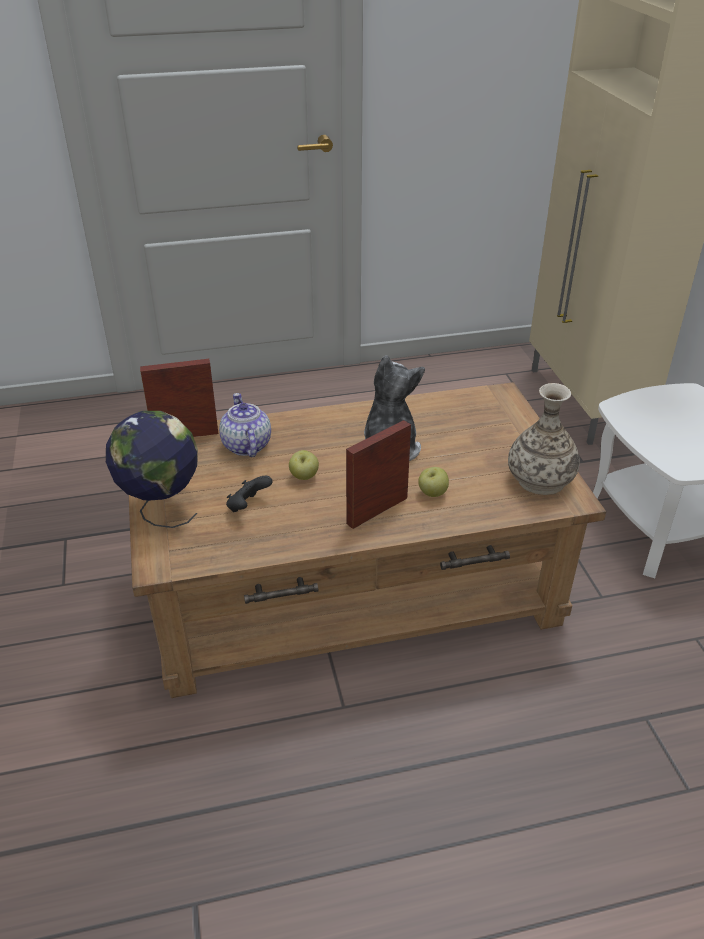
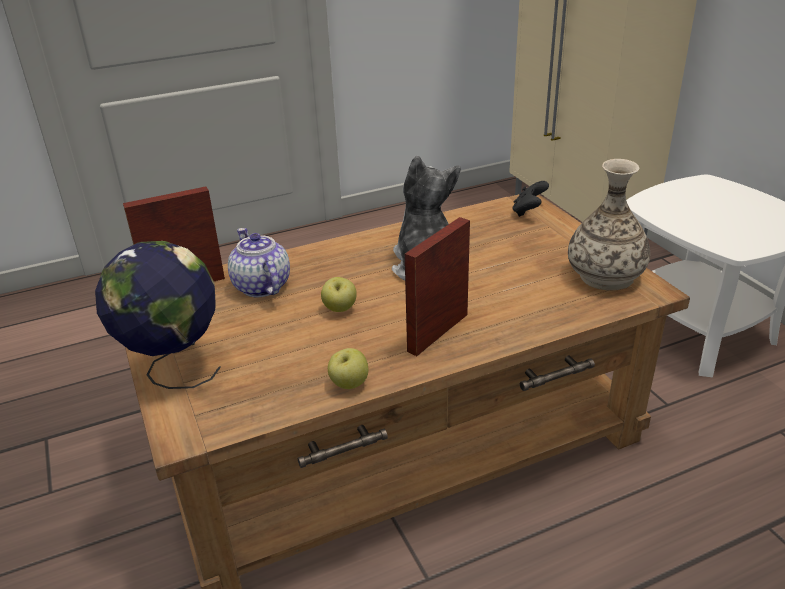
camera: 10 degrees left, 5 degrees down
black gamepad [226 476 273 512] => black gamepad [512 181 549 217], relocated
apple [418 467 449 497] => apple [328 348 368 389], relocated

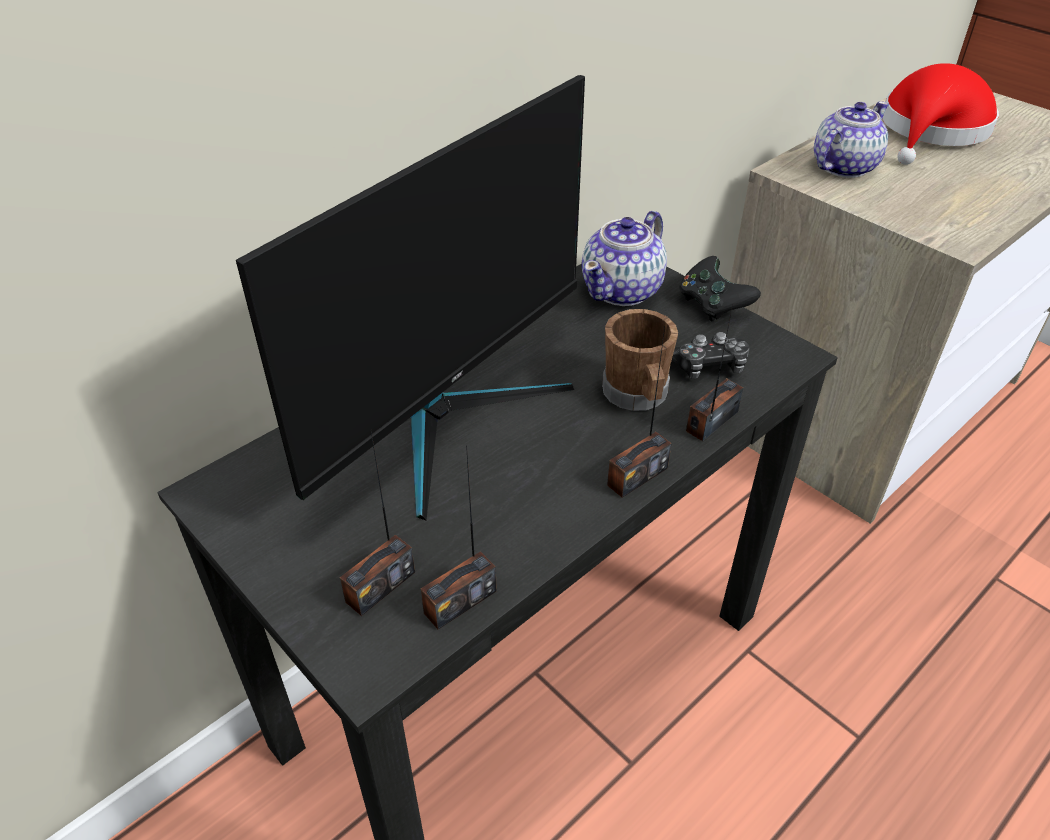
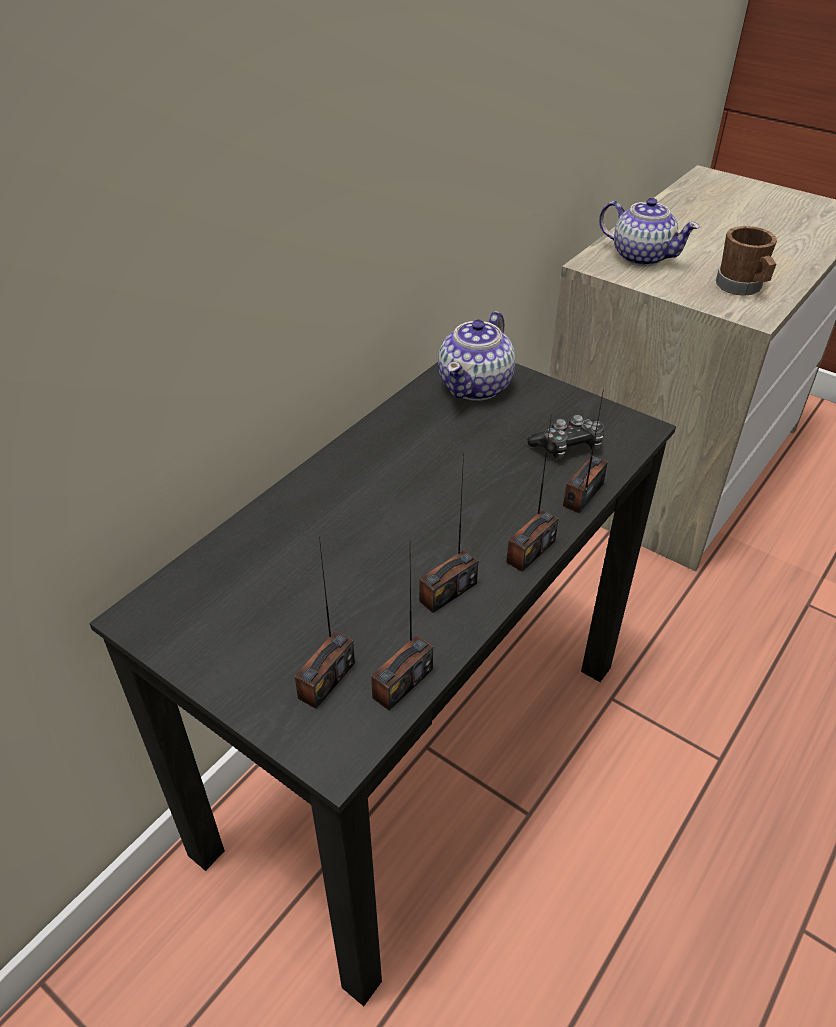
camera: 10 degrees left, 0 degrees up
computer display [236 75 585 521] => nothing
brown-coloured mug [602 309 678 411] => brown-coloured mug [716 226 777 296], relocated
black gamepad [679 256 761 322] => nothing
pot for tea [814 101 889 178] => pot for tea [599 198 700 266], 90 degrees clockwise
reddish hat [882 63 999 165] => nothing
nothing => radio [419 454 478 613]

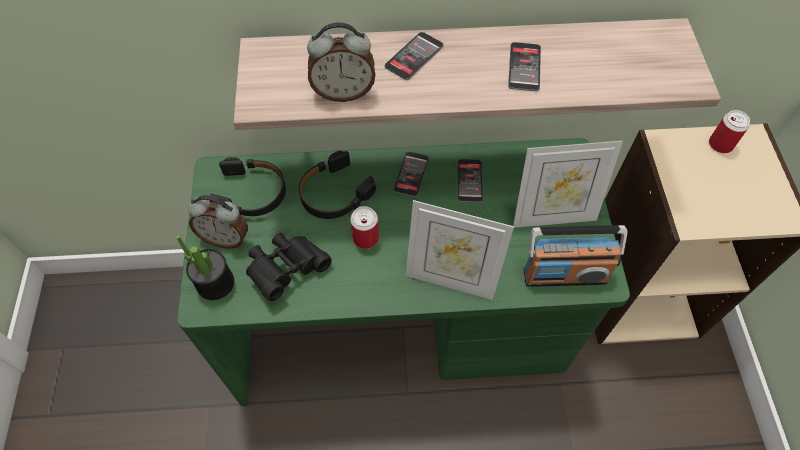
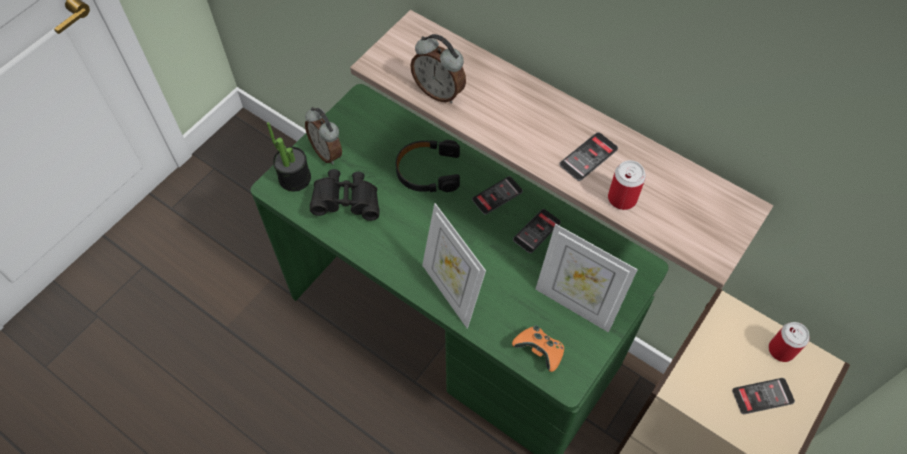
camera: 40 degrees right, 0 degrees up
black headset [210 157 286 216] => nothing
metal can [350 206 379 249] => metal can [608 160 646 210], relocated
handset [385 32 444 80] => handset [732 378 795 414], relocated
radio [524 225 628 287] => orange-coloured gamepad [512 325 564 372]

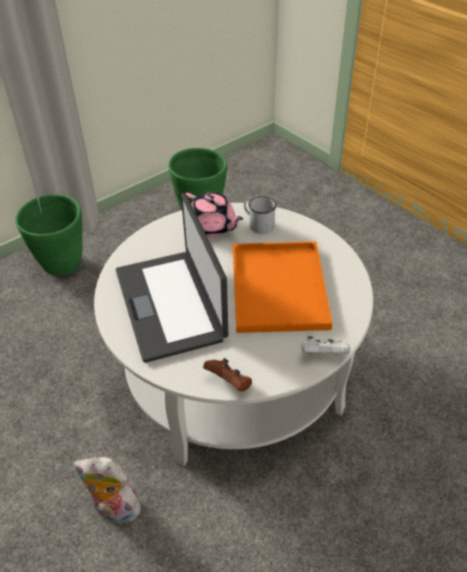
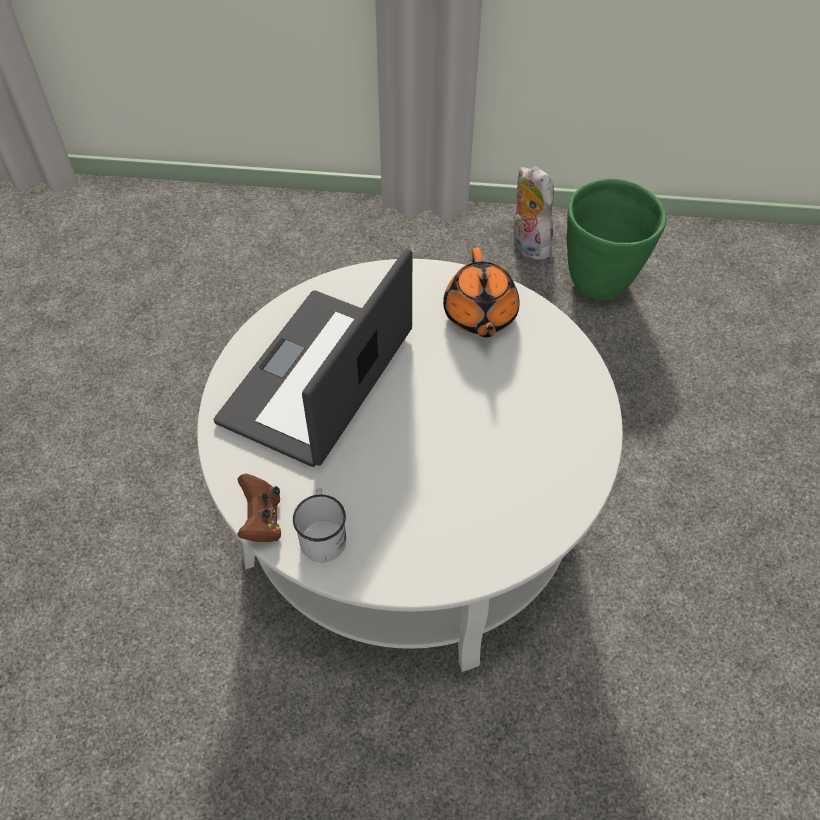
camera: 45 degrees right, 10 degrees up
greenish flower pot [15 195 82 276] => nothing
plush toy [74 457 141 524] => plush toy [514 166 555 260], relocated
pinkish pot for tea [186 192 243 237] => orange-coloured pot for tea [443 248 520 337]
orange-coloured serving tray [233 241 333 333] => nothing
whitish mug [244 196 276 234] => whitish mug [293 488 346 562], relocated
whitish gamepad [301 336 351 356] => nothing

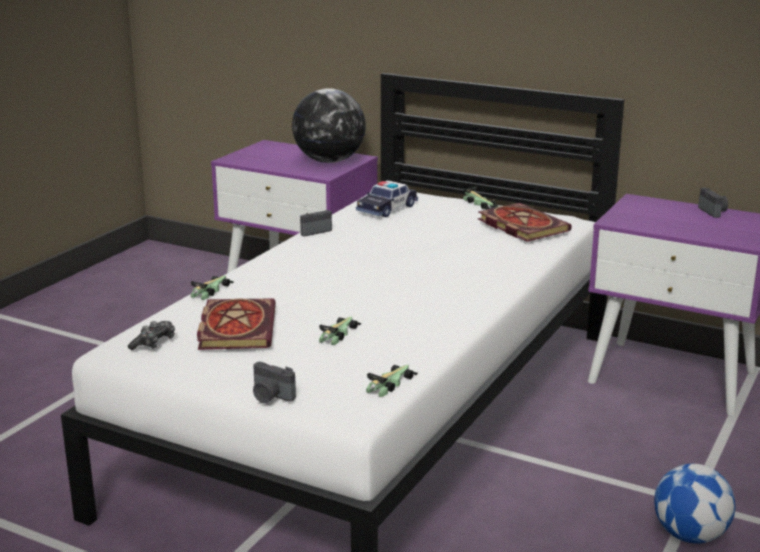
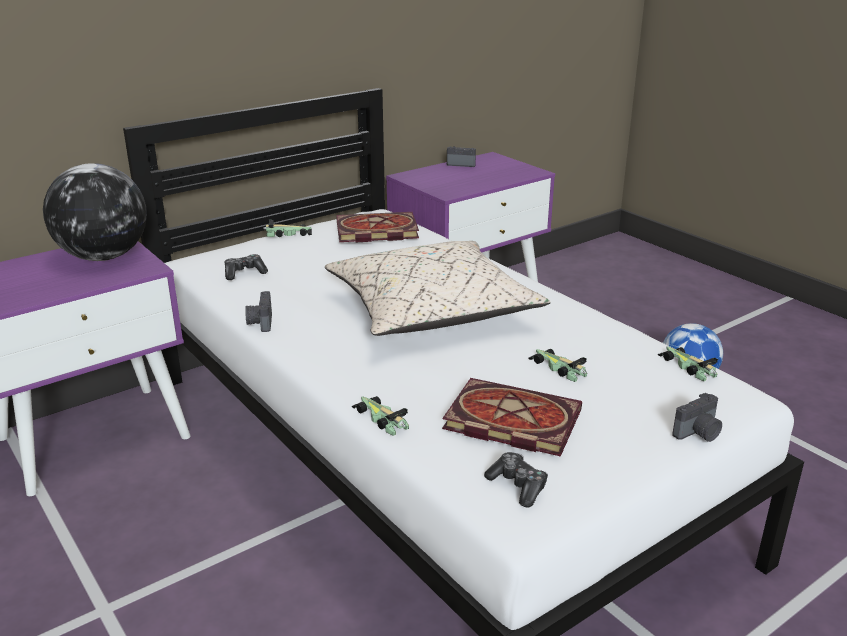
camera: 65 degrees left, 5 degrees up
miniature car [356 180 418 217] => gamepad [224 254 268 280]
nothing => beige-coloured pillow [325 241 550 336]

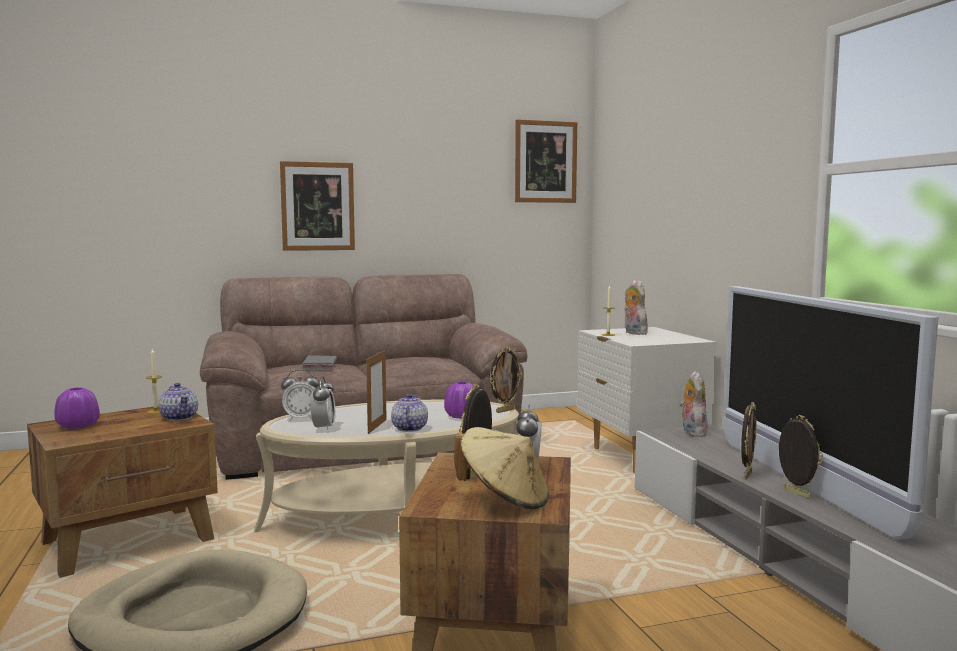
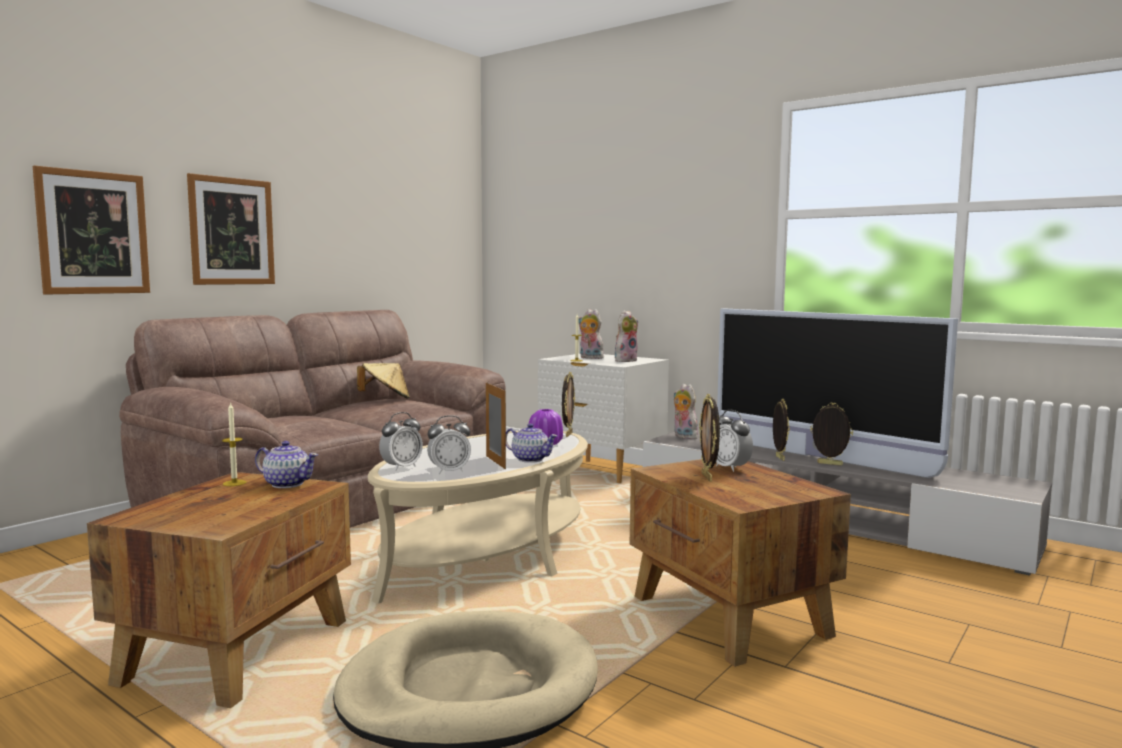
camera: 35 degrees left, 0 degrees up
purple vase [54 387 100 429] => nothing
gray book [302 355 337 369] => nothing
bedside clock [310 377 335 431] => bedside clock [427 415 471 474], 105 degrees clockwise
pot for tea [391 393 428 432] => pot for tea [506 423 558 463], 150 degrees clockwise
beige-coloured hat [454 427 549 510] => beige-coloured hat [357 363 409 399], relocated
wall art [515 119 577 203] => wall art [33 165 150 295], relocated
nothing => plush toy [615 311 638 362]

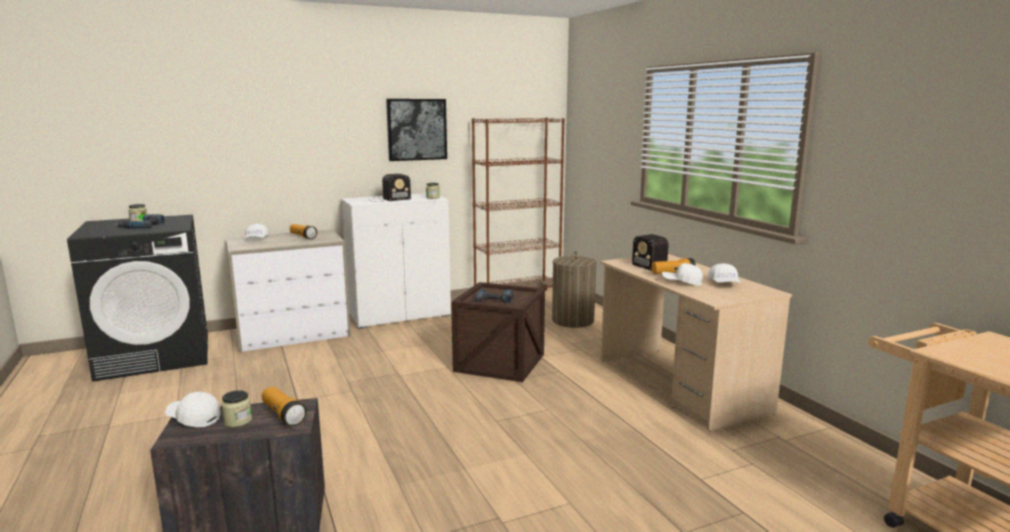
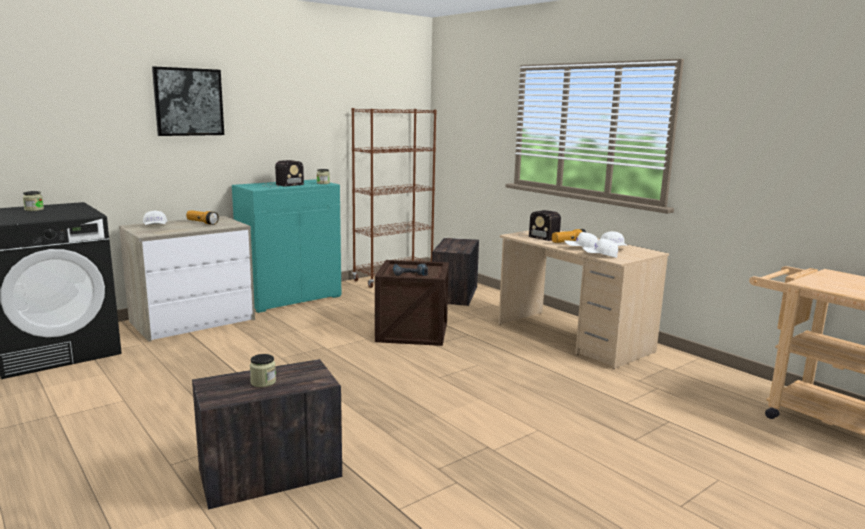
camera: 15 degrees left, 0 degrees up
electric drill [115 214 165 229] => nothing
whitish baseball cap [165 392 221 427] => whitish baseball cap [582 239 618 258], relocated
flashlight [262 387 307 426] => nothing
whitish storage cabinet [341 193 451 329] => blue-green storage cabinet [232 179 341 313]
wall art [386 99 447 161] => wall art [152 66 224 136], relocated
washing basket [552 251 597 328] => crate [432 238 479 306]

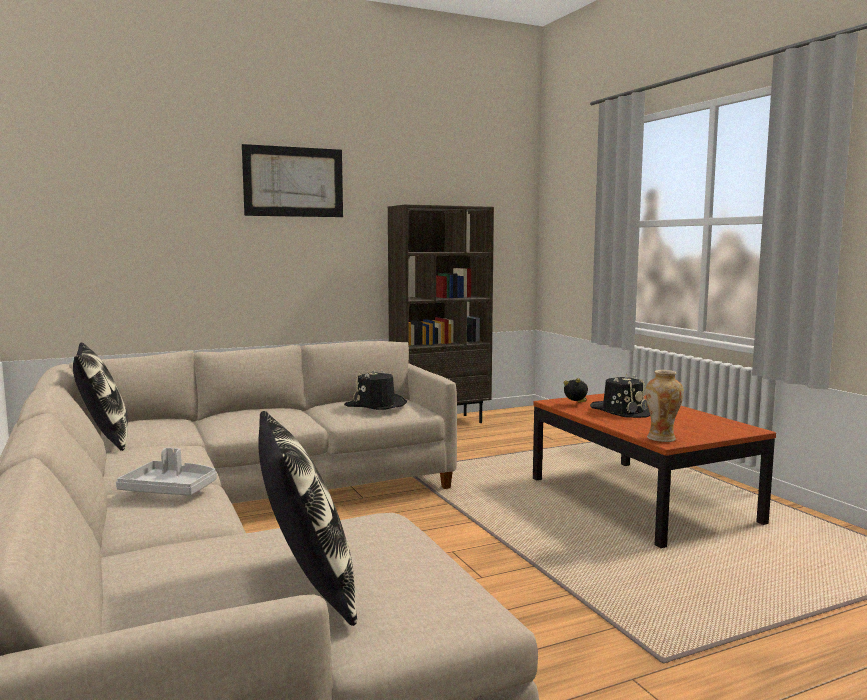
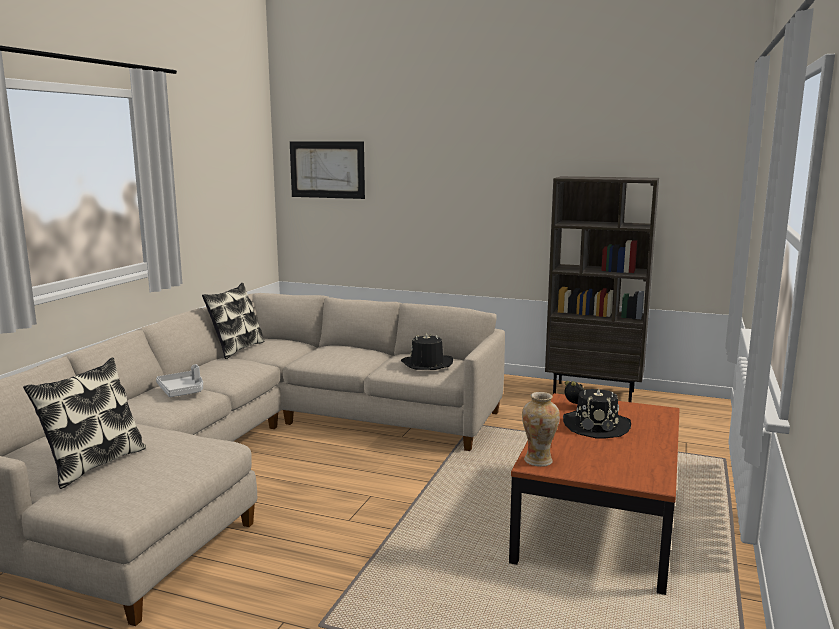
camera: 45 degrees right, 5 degrees up
wall art [242 144 343 217] => wall art [290 141 365 199], relocated

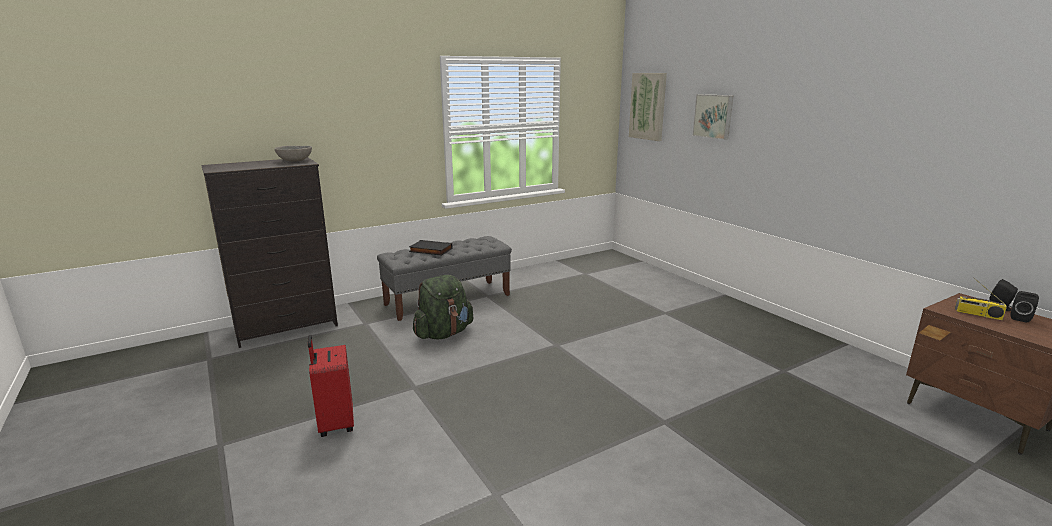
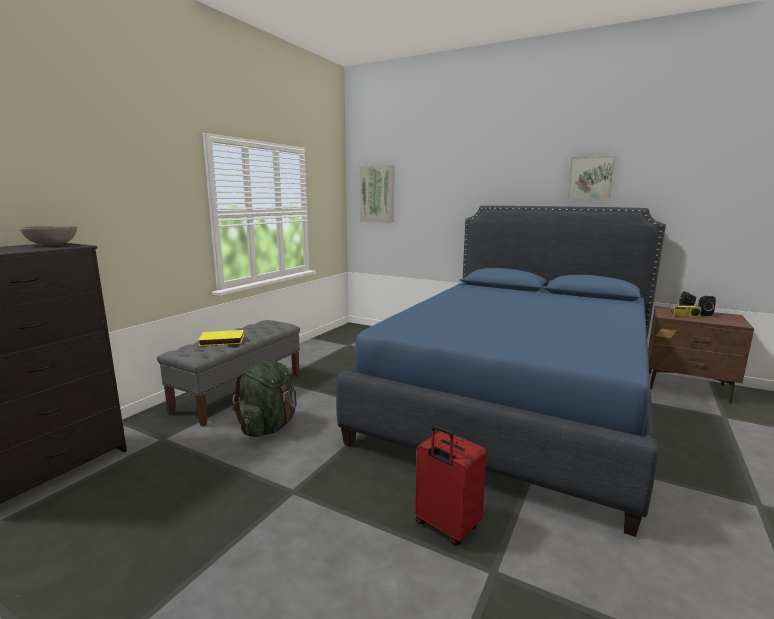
camera: 30 degrees left, 5 degrees down
reddish piece of luggage [308 335 354 437] => reddish piece of luggage [415 425 487 545], relocated
black book [409 240 453 256] => yellowish book [198 330 244 346]
wall art [692 94 733 140] => wall art [567 156 616 198], relocated
nothing => blue bedroom bed [336 206 666 537]

